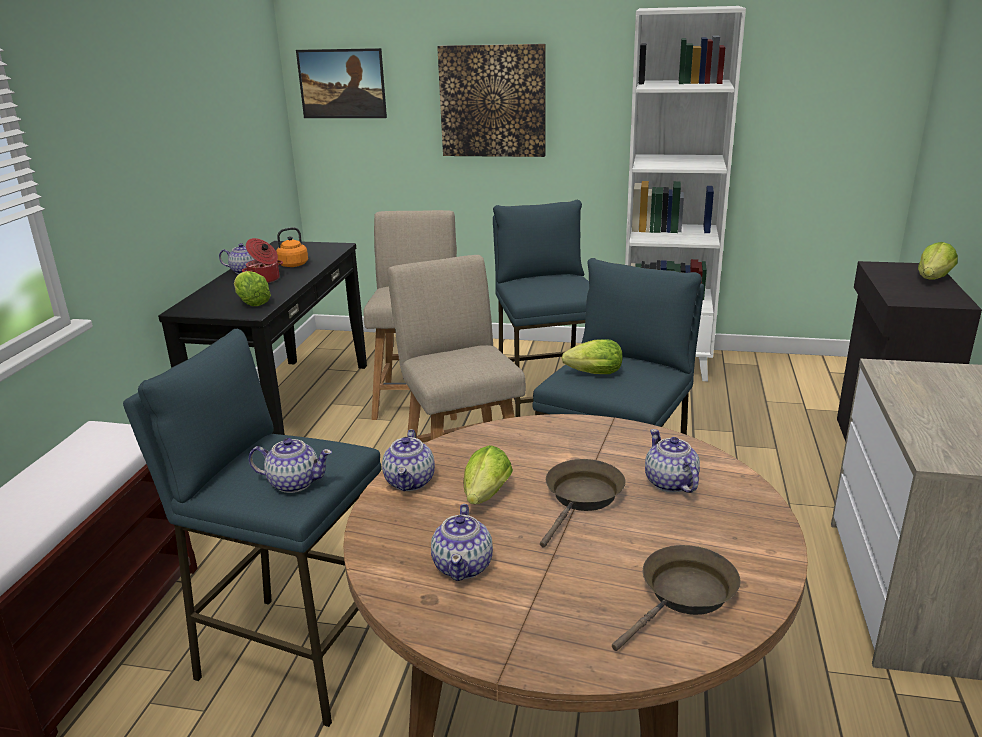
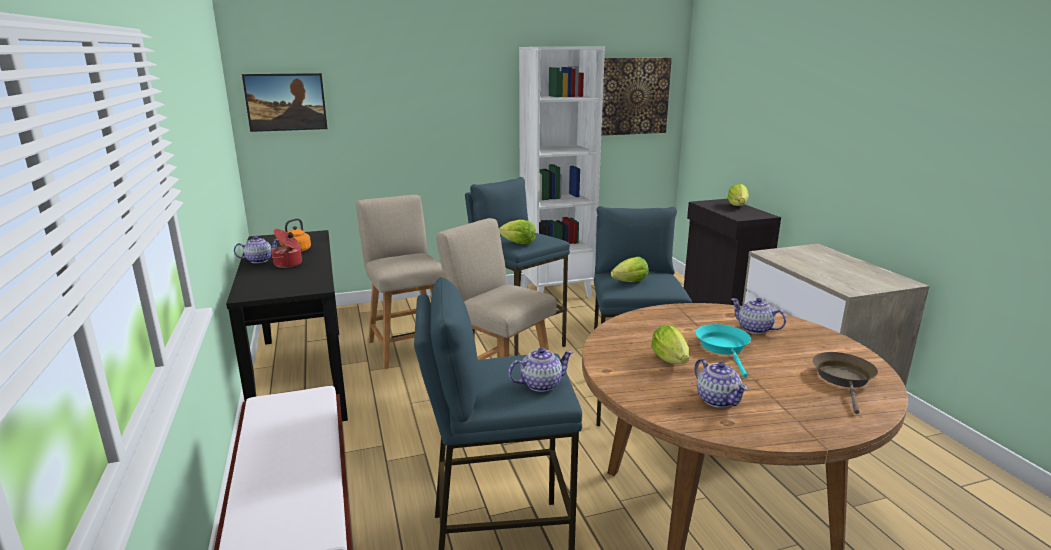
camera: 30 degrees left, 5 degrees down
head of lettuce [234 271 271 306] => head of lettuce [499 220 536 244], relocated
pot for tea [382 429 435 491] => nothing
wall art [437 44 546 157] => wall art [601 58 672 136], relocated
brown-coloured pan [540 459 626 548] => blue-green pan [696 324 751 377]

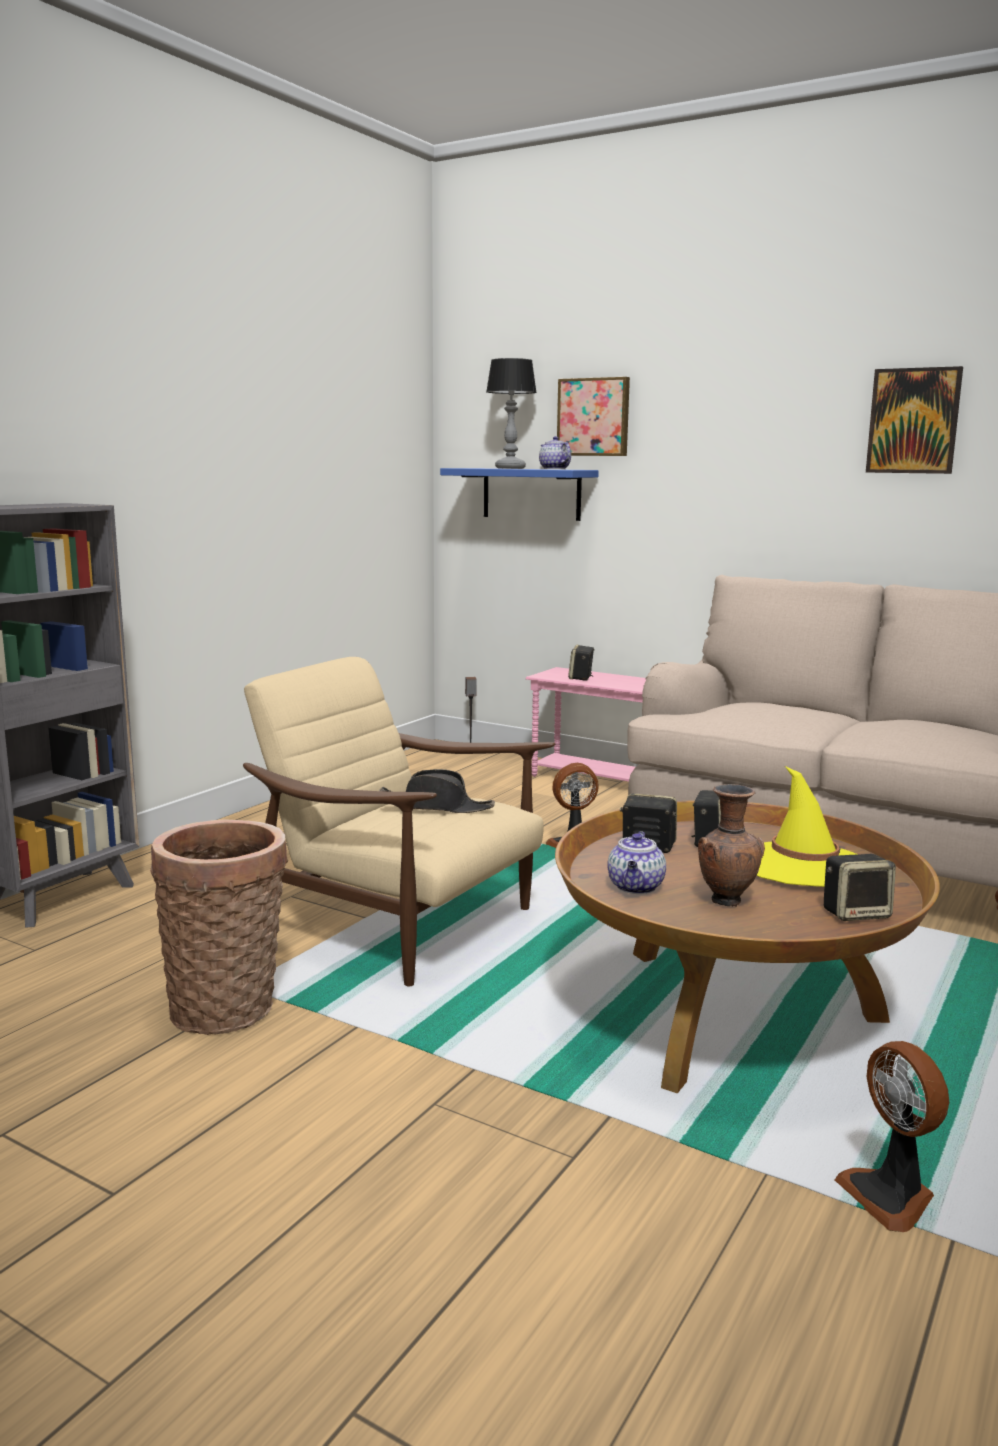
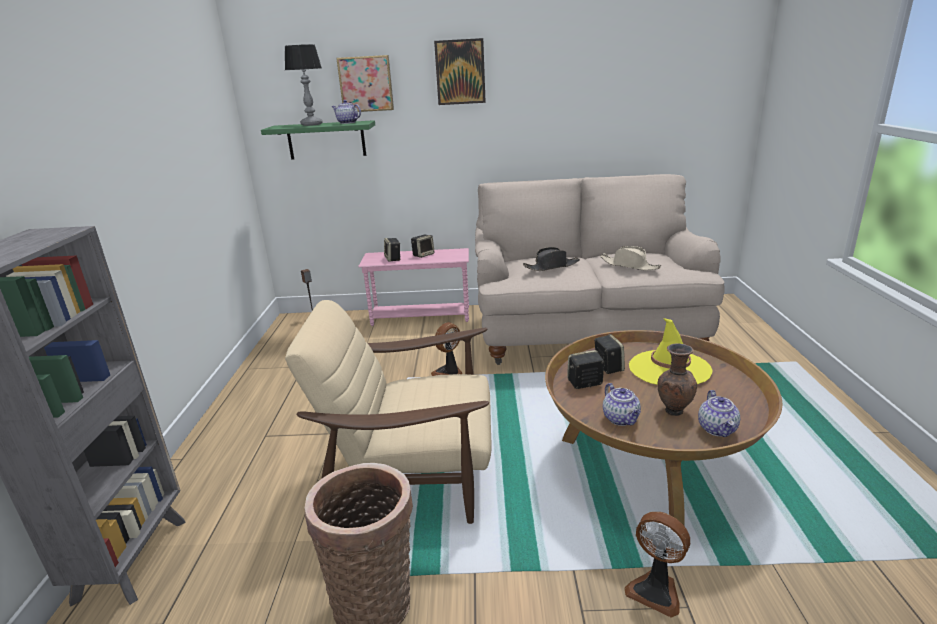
camera: 30 degrees left, 10 degrees up
black hat [379 769 495 813] => black hat [523 247 580 271], relocated
blue shelf [440 468 599 521] => greenish shelf [261 120 375 160]
speaker [824 854 896 921] => speaker [411 235 434 258], relocated
electric fan [835 1041 949 1232] => electric fan [624 512 690 618], relocated
wall art [866 366 963 474] => wall art [434 38 486 105], relocated
nothing => beige-coloured hat [600 246 661 270]
nothing => pot for tea [698 390 740 437]

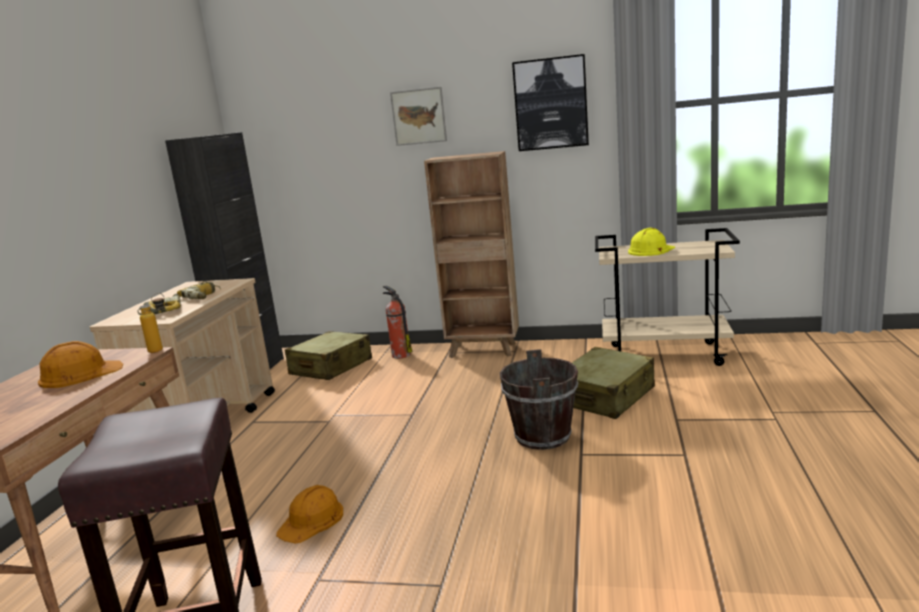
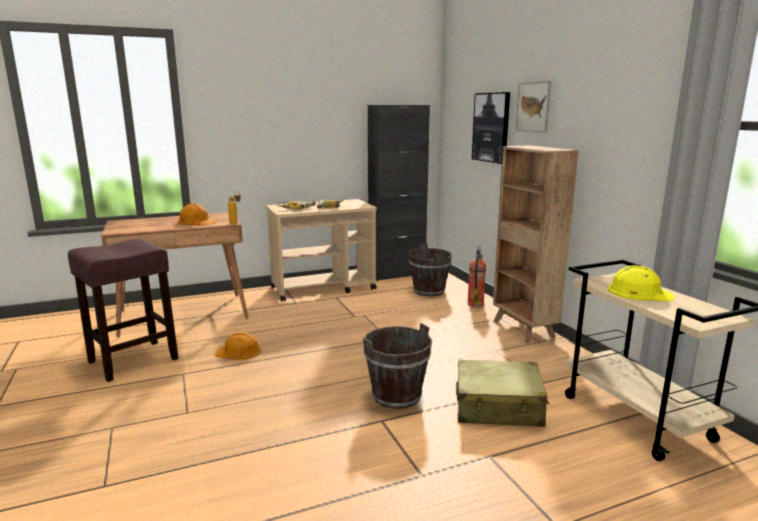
camera: 55 degrees right, 0 degrees up
beige-coloured piece of luggage [285 331 372 380] => brown-coloured bucket [409 243 452 296]
wall art [512 54 589 151] => wall art [472 92 510 164], relocated

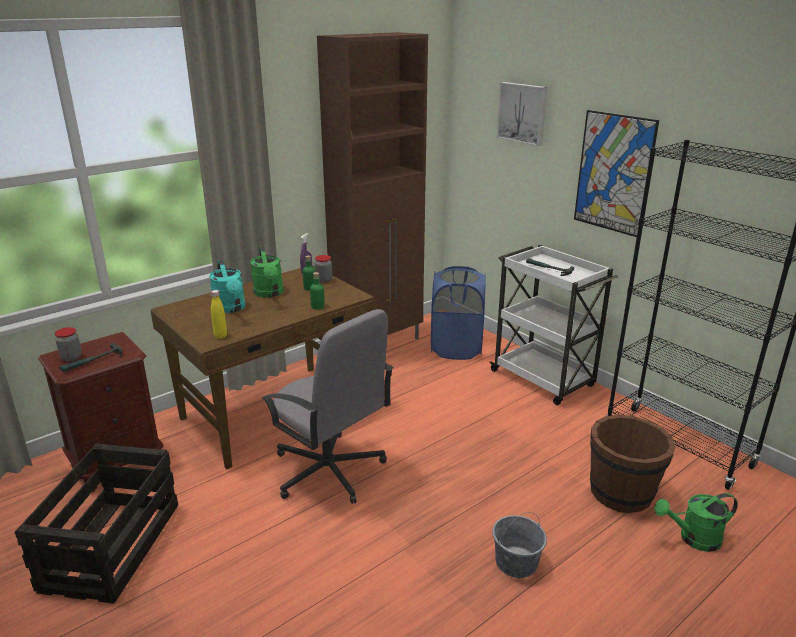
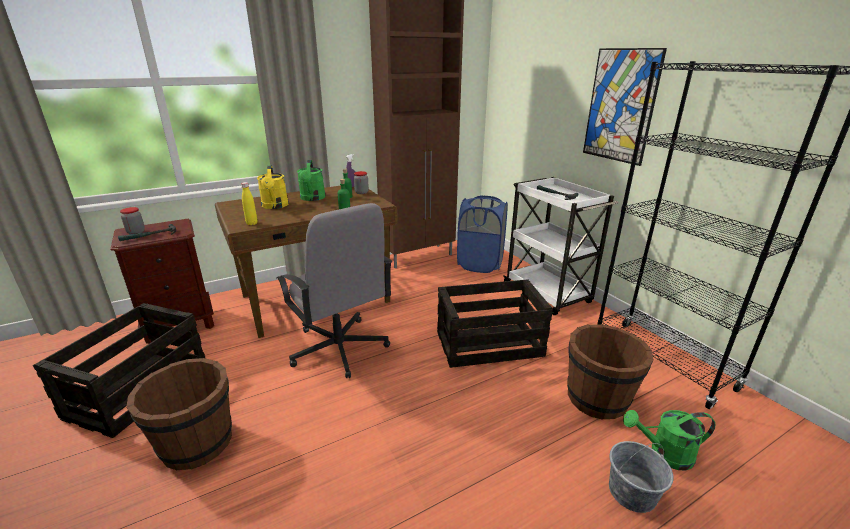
camera: 10 degrees right, 0 degrees up
blue-green sprinkling can [209 260 246 313] => yellowish sprinkling can [257 166 289 209]
gray bucket [492 512 547 578] => gray bucket [609 441 674 513], relocated
wall art [497 82 547 146] => nothing
nothing => brown-coloured bucket [126 358 232 471]
nothing => crate [437 279 553 368]

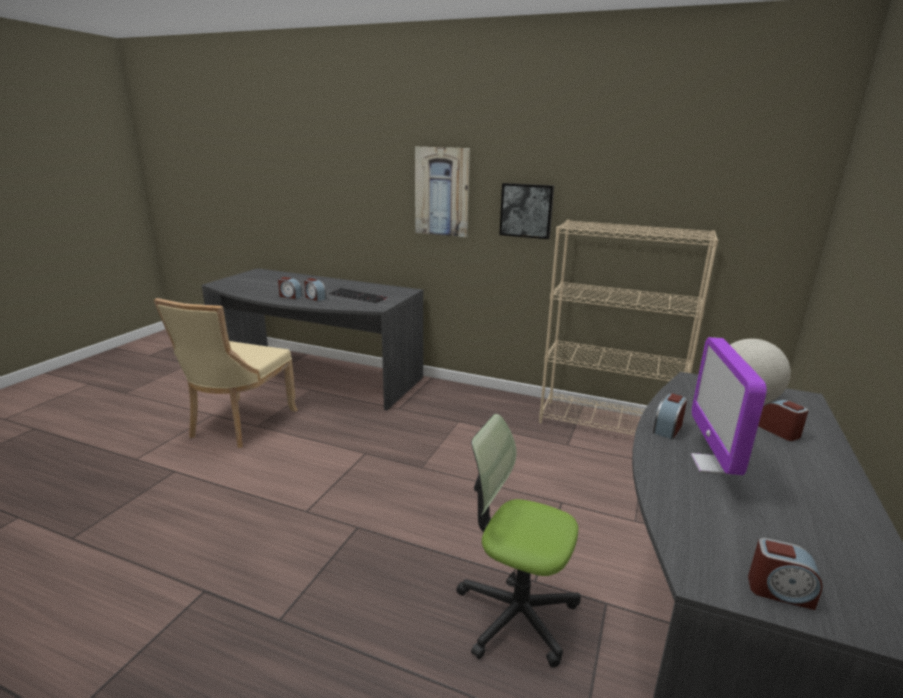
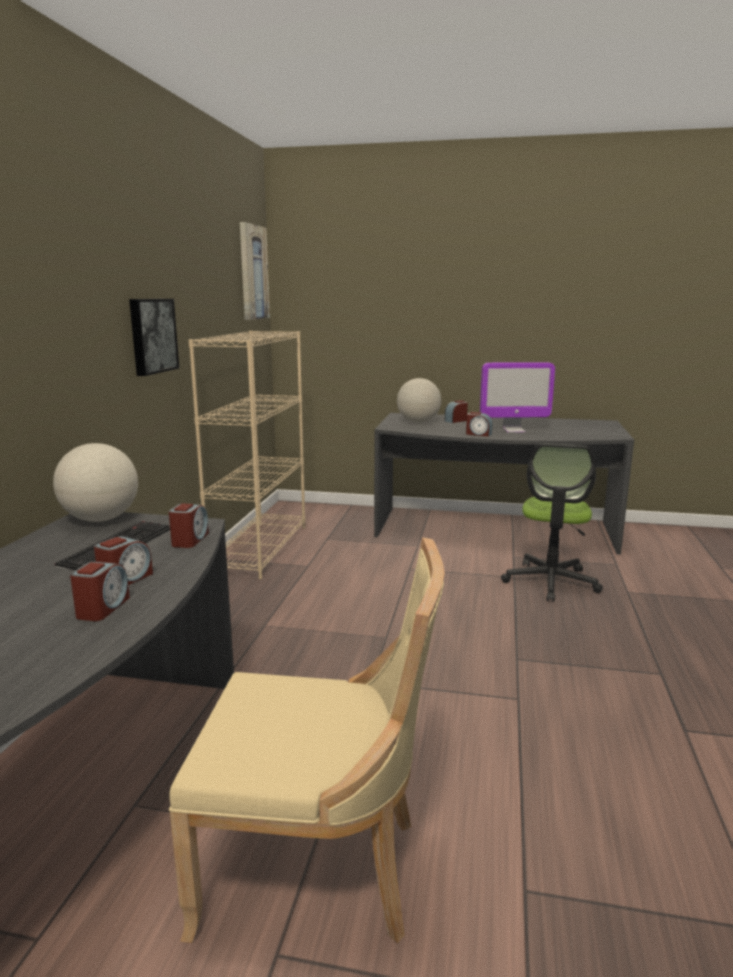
camera: 100 degrees left, 5 degrees down
wall art [415 147 470 237] => wall art [240 222 270 320], relocated
bedside clock [748 537 823 610] => bedside clock [169 503 209 548], relocated
nothing => globe [53 443 138 522]

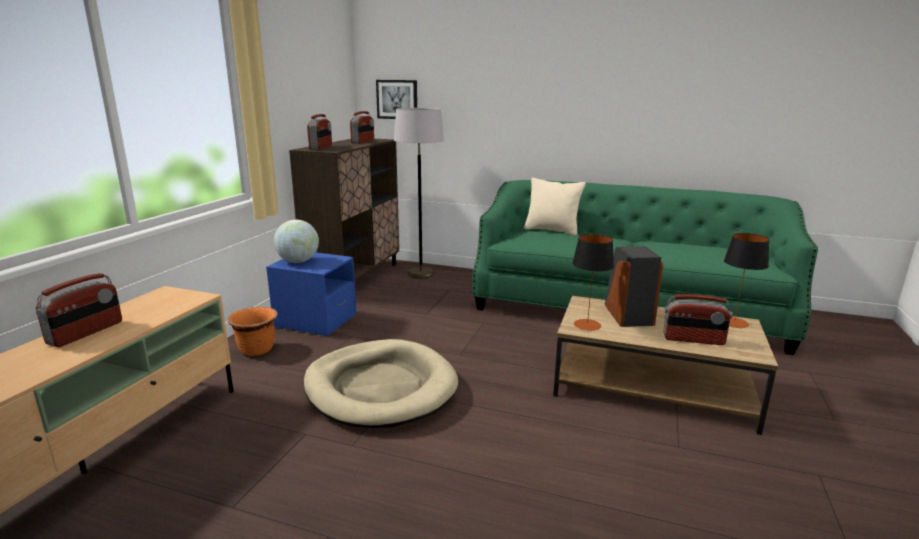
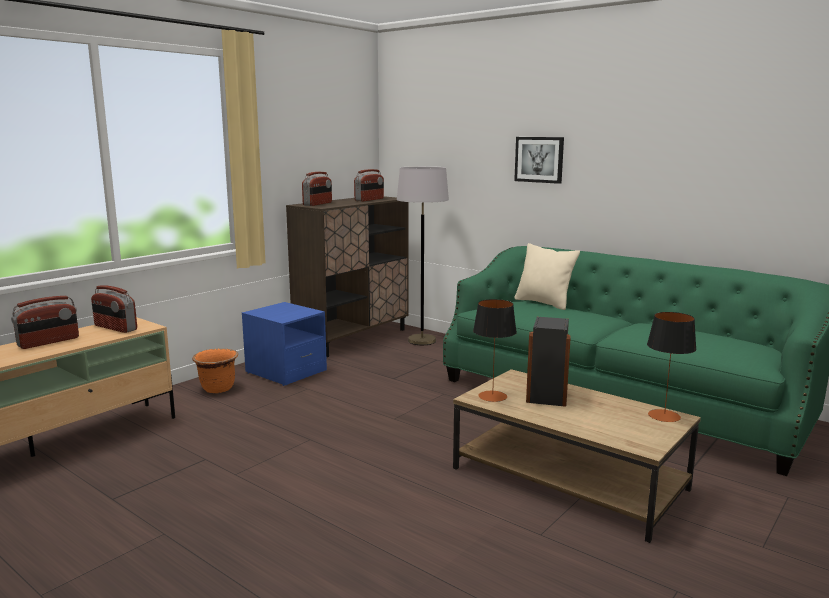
camera: 20 degrees right, 5 degrees down
globe [274 220 319 263] => nothing
beige-coloured dog bed [304 339 458 428] => nothing
wall art [376 80 417 119] => wall art [514 137 564 184], relocated
radio [663 294 732 345] => radio [91 285 137 333], relocated

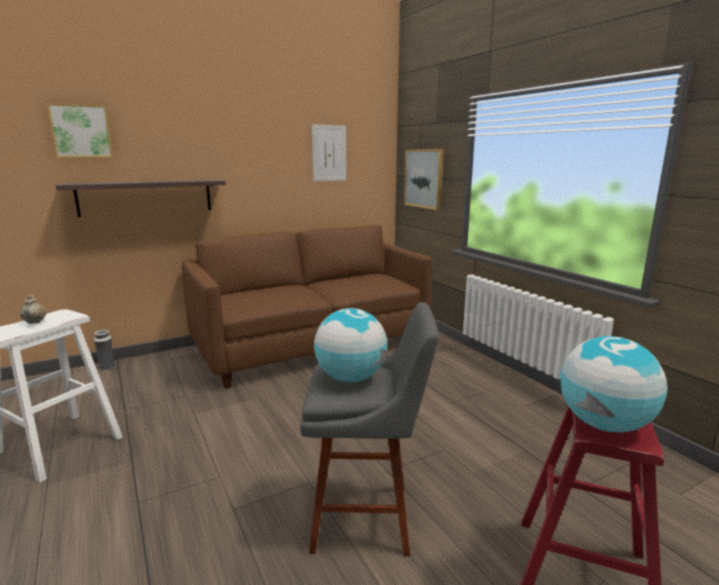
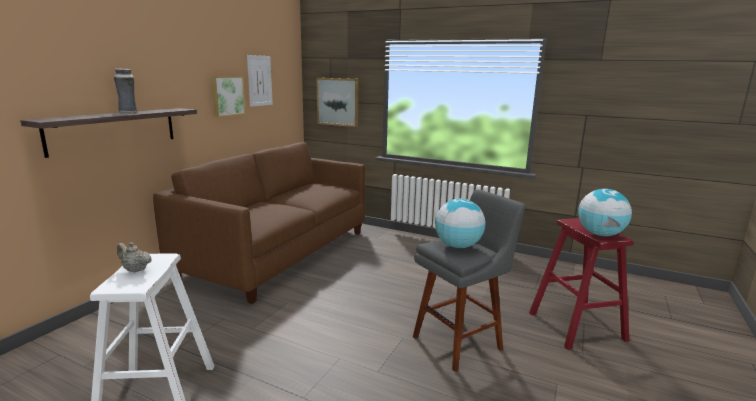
camera: 35 degrees left, 0 degrees up
wall art [47 103 113 158] => wall art [211 76 246 117], relocated
vase [94 330 115 370] => vase [114 69 137 114], relocated

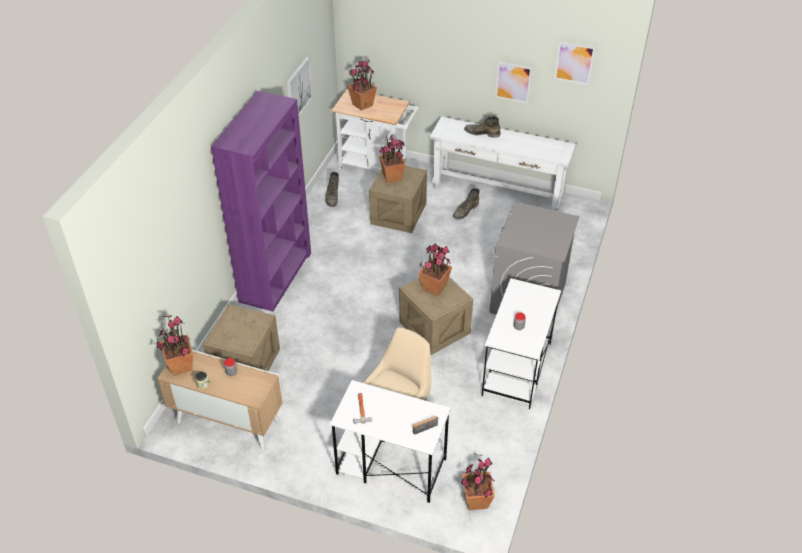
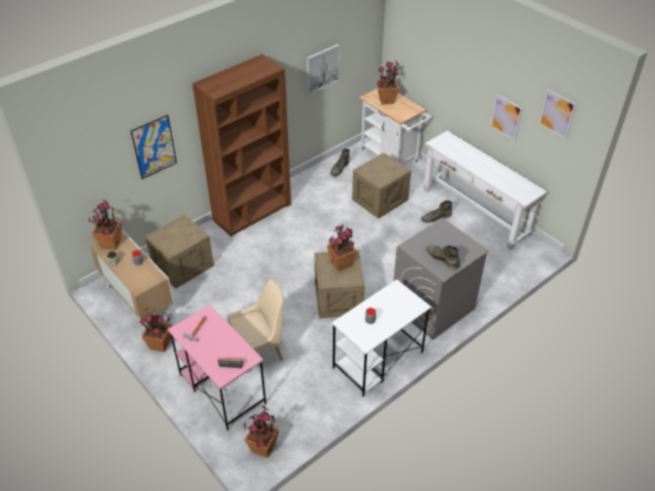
camera: 30 degrees right, 0 degrees up
purple shelving unit [211 91 311 312] => brown-coloured shelving unit [192 54 291 236]
whitish desk table [330 380 451 503] => pinkish desk table [167 305 266 431]
potted plant [379 135 406 183] => potted plant [140 308 172 352], relocated
greenish tall boot [464 116 500 138] => greenish tall boot [426 245 460 270], relocated
nothing => wall art [131 115 177 179]

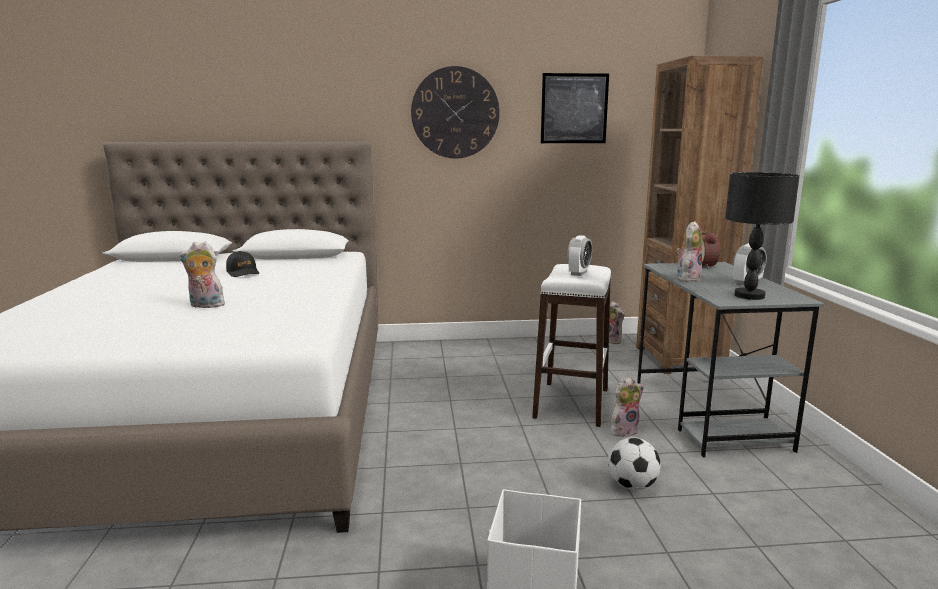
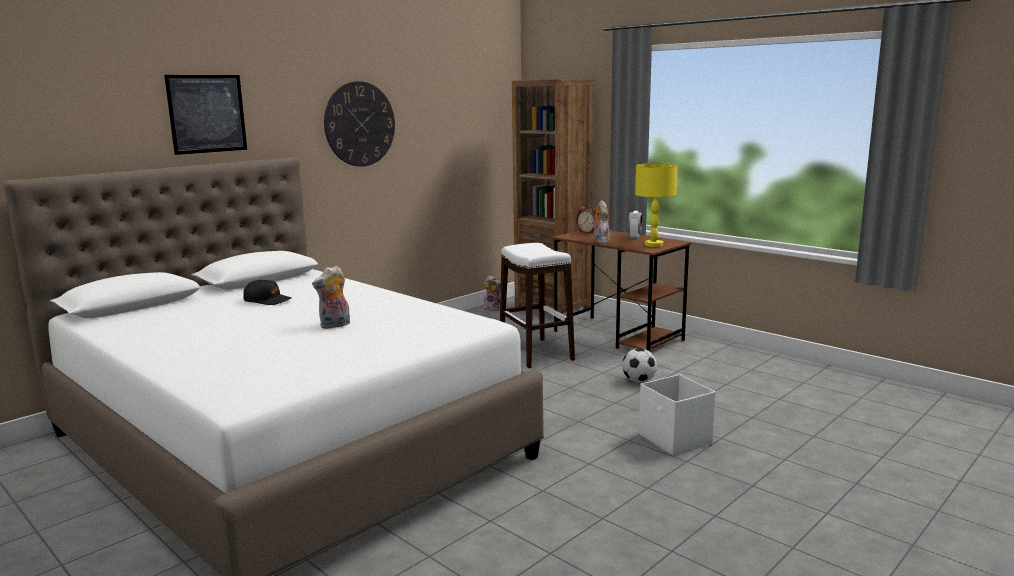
camera: 40 degrees left, 0 degrees up
wall art [541 73 609 143] => wall art [164 75 247 155], relocated
bedside clock [567 235 592 276] => nothing
plush toy [610 377 644 437] => nothing
gray desk table [637 262 824 458] => brown-coloured desk table [552 230 692 351]
black lamp for a table [725 172 800 300] => yellowish lamp for a table [635 163 677 247]

